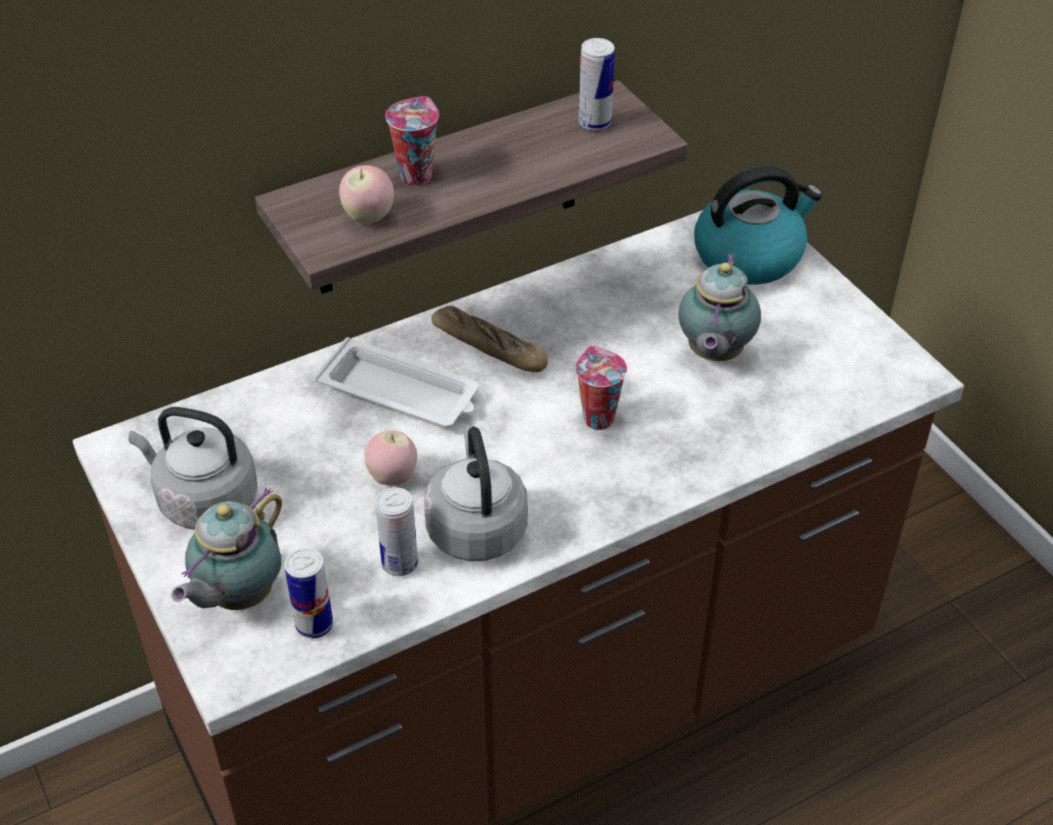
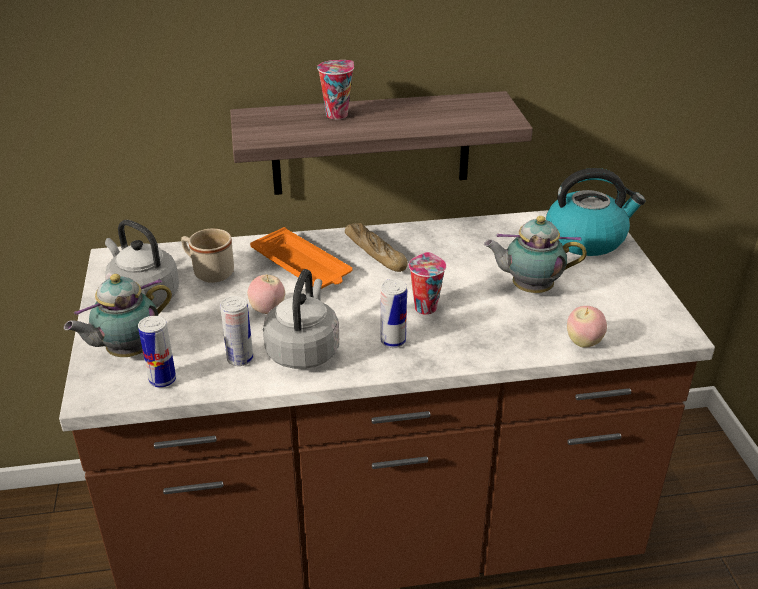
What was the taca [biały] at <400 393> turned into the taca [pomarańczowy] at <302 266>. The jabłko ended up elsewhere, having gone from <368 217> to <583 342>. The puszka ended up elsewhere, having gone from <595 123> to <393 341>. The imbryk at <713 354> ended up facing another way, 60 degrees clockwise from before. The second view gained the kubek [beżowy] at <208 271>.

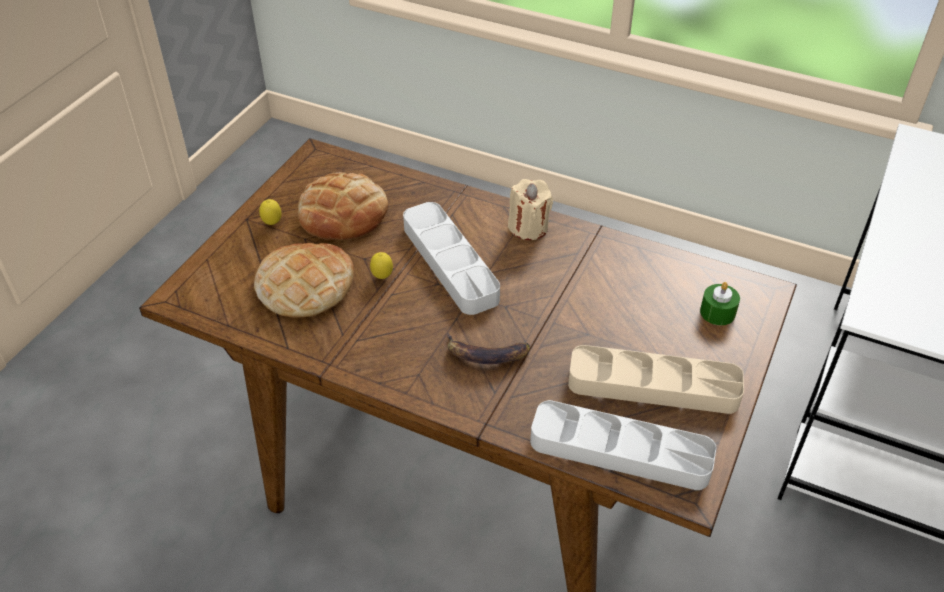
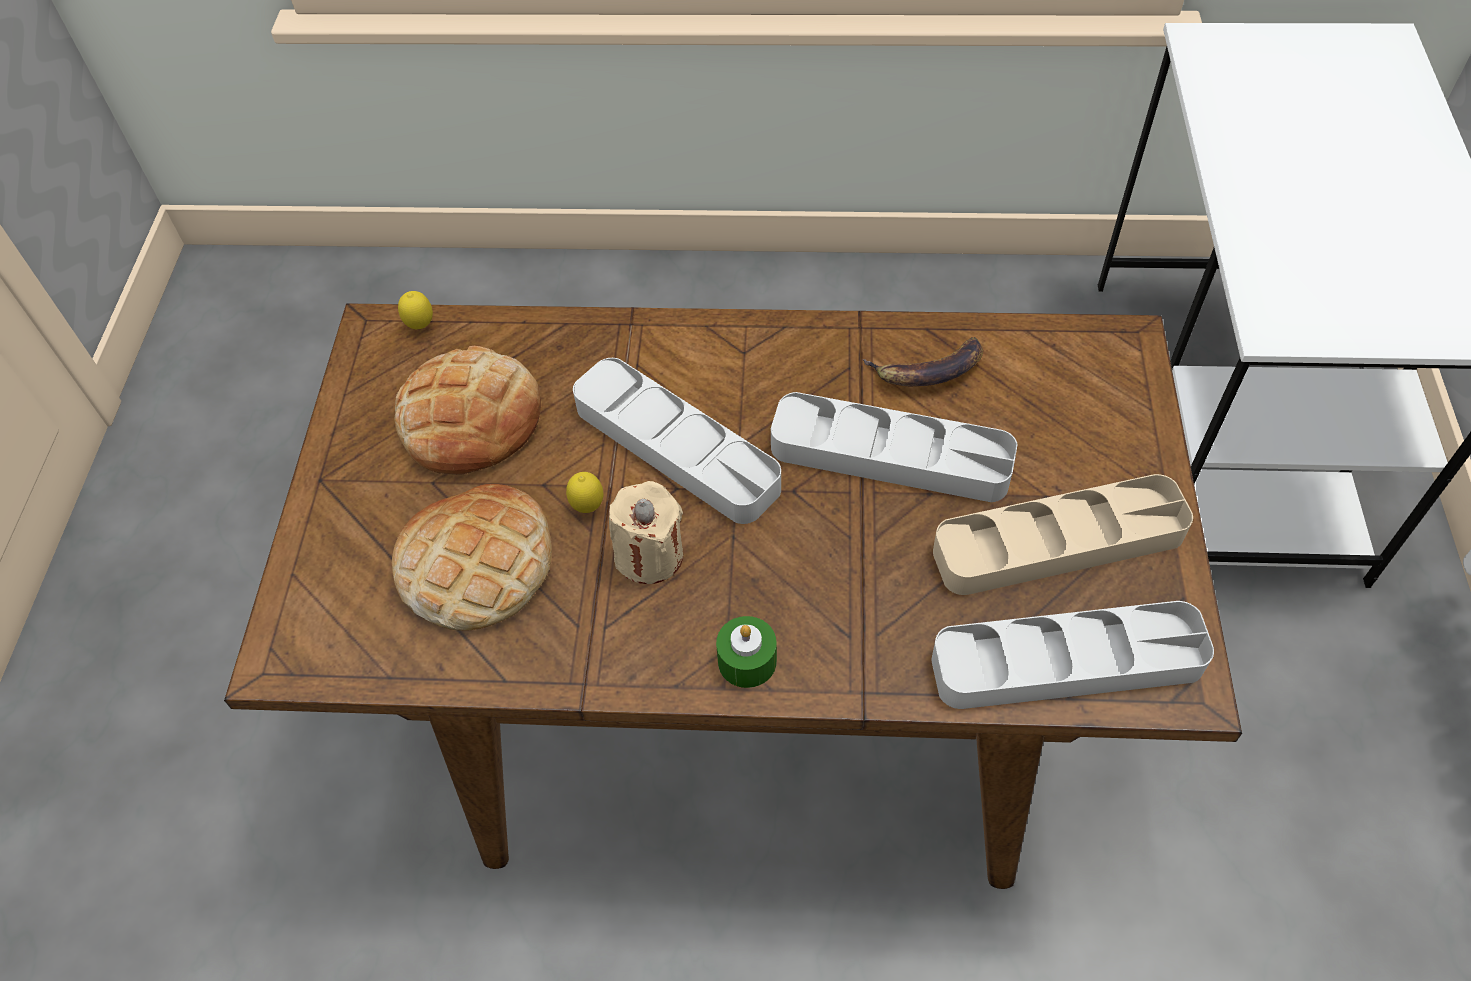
The cytryna ended up elsewhere, having gone from <272 224> to <421 326>. The banan ended up elsewhere, having gone from <485 355> to <928 371>. The świeca [beżowy] ended up elsewhere, having gone from <528 227> to <649 555>. The świeca [zielony] ended up elsewhere, having gone from <717 312> to <747 661>. The second view gained the taca [szary] at <890 455>.

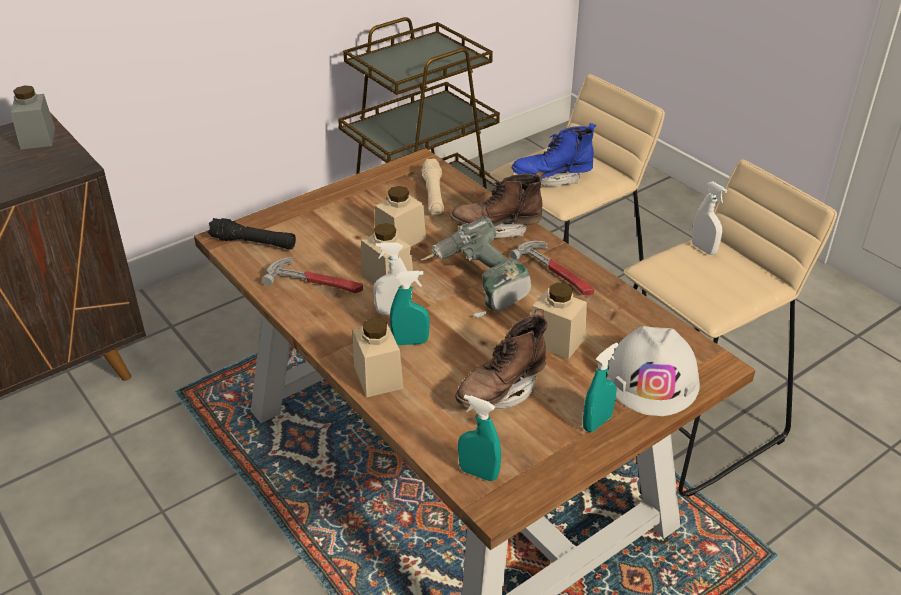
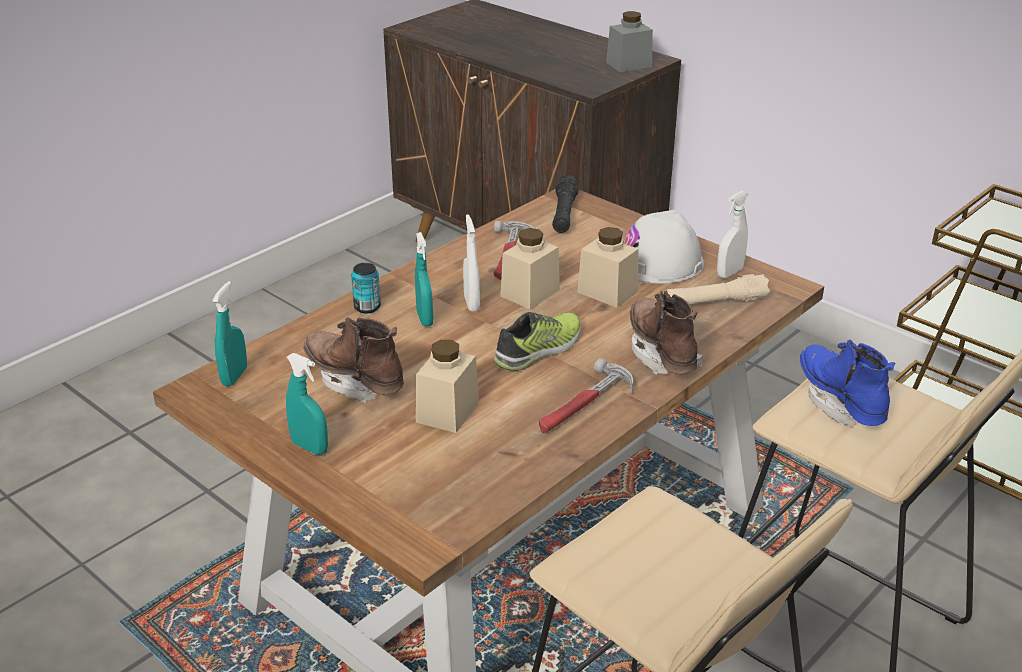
Where the słoik [beżowy] stood at <378 377>, the puszka came to stand at <367 307>. Where the wiertarka stood at <477 284>, the but came to stand at <540 350>. The kask [biały] ended up elsewhere, having gone from <652 380> to <656 262>. The spryskiwacz [biały] ended up elsewhere, having gone from <703 249> to <729 273>.

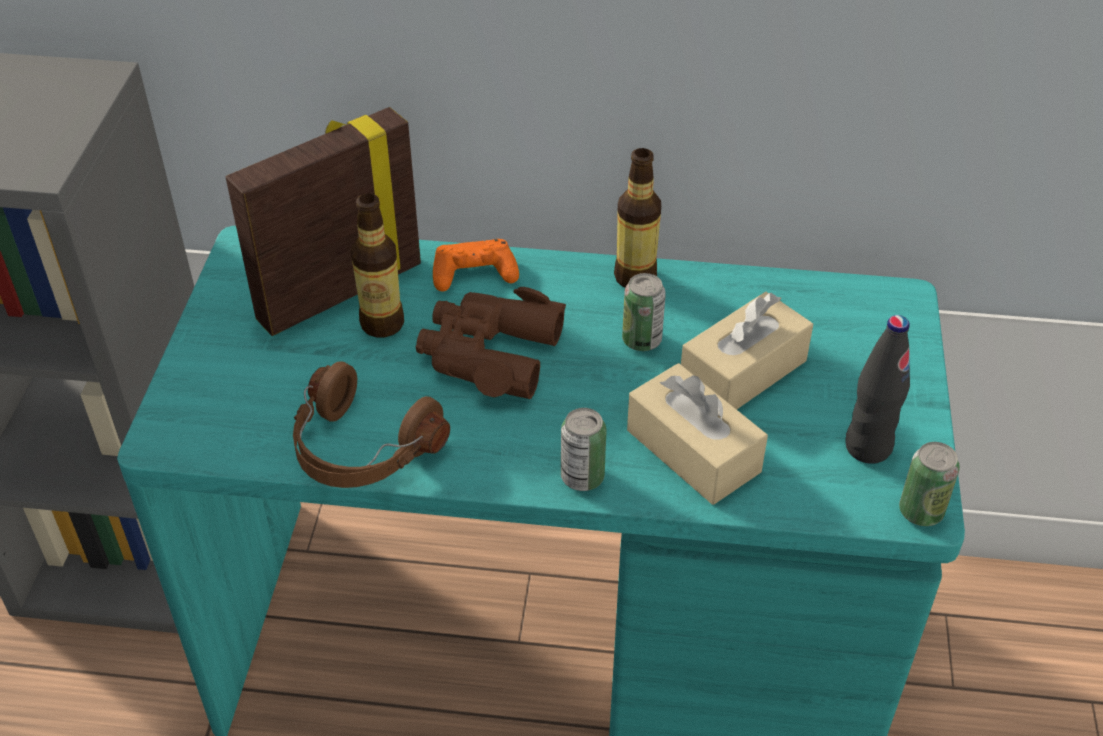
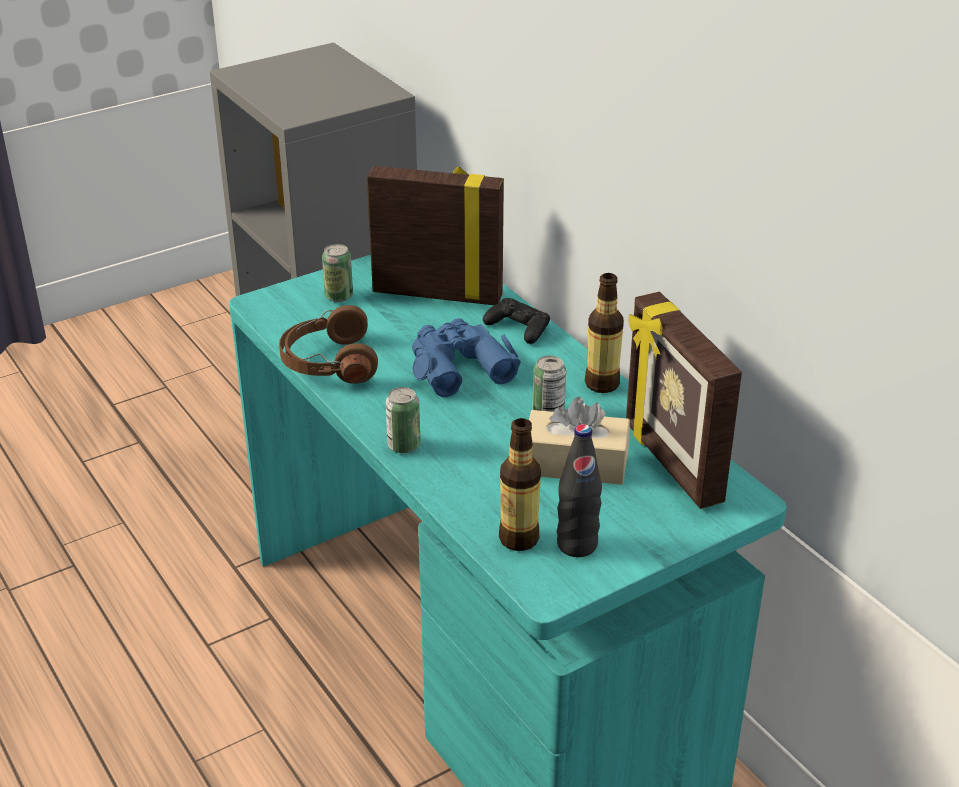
The butelka ended up elsewhere, having gone from <382 324> to <519 539>. What was the lornetka [brązowy] at <489 354> turned into the lornetka [niebieski] at <458 366>. What was the pad do gier [pomarańczowy] at <474 273> turned into the pad do gier [czarny] at <518 327>. The second view lost the pudełko chusteczek [beżowy] at <693 451>. The puszka ended up elsewhere, having gone from <920 511> to <339 296>. The second view gained the ramka na zdjęcie at <670 463>.

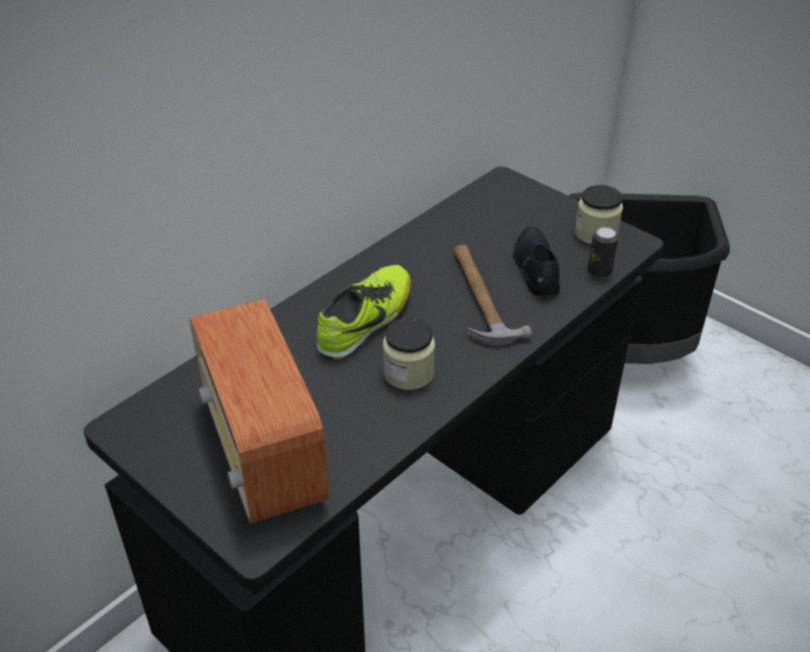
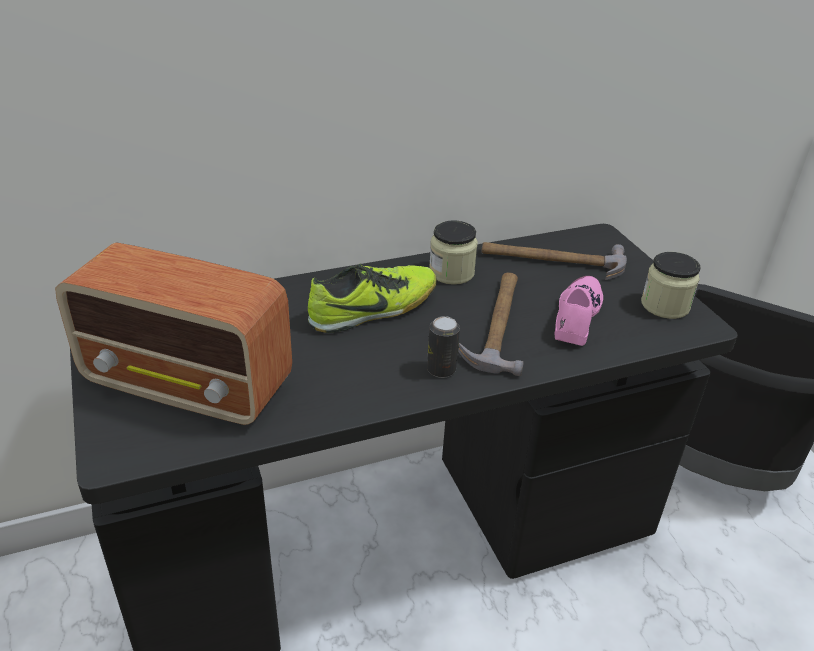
The radio at <263 453> ended up facing another way, 75 degrees counterclockwise from before. The słoik ended up elsewhere, having gone from <408 373> to <451 272>. What was the but [czarny] at <536 268> turned into the but [różowy] at <576 317>. The puszka ended up elsewhere, having gone from <599 271> to <441 369>. The second view gained the młotek at <552 261>.

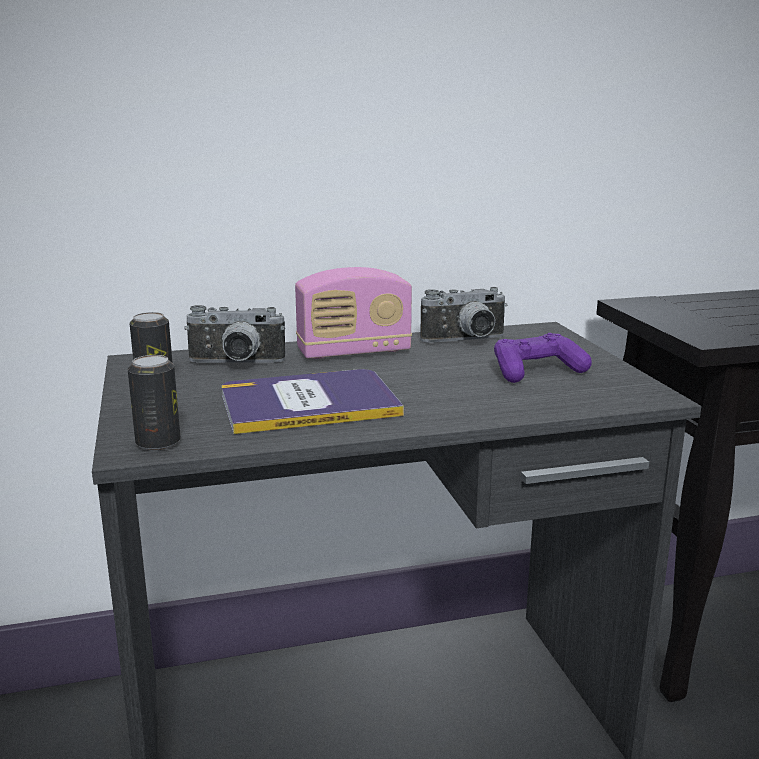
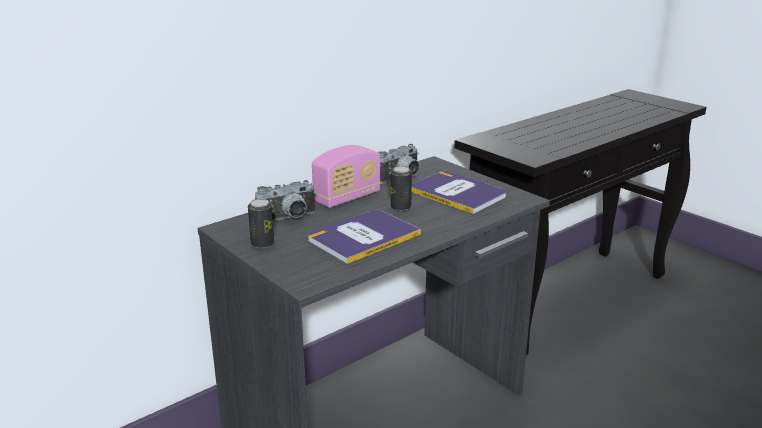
The puszka ended up elsewhere, having gone from <158 443> to <400 207>. Where the pad do gier [fioletowy] stood at <537 371>, the książka came to stand at <457 193>.

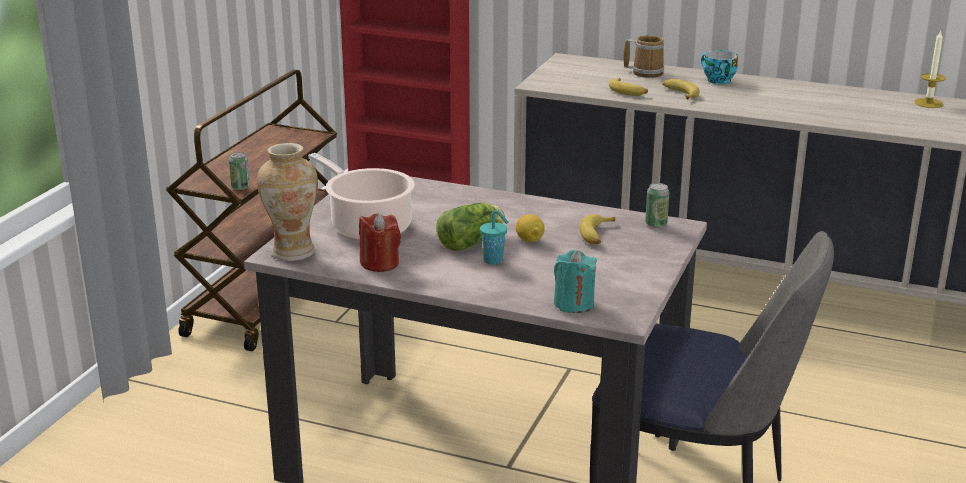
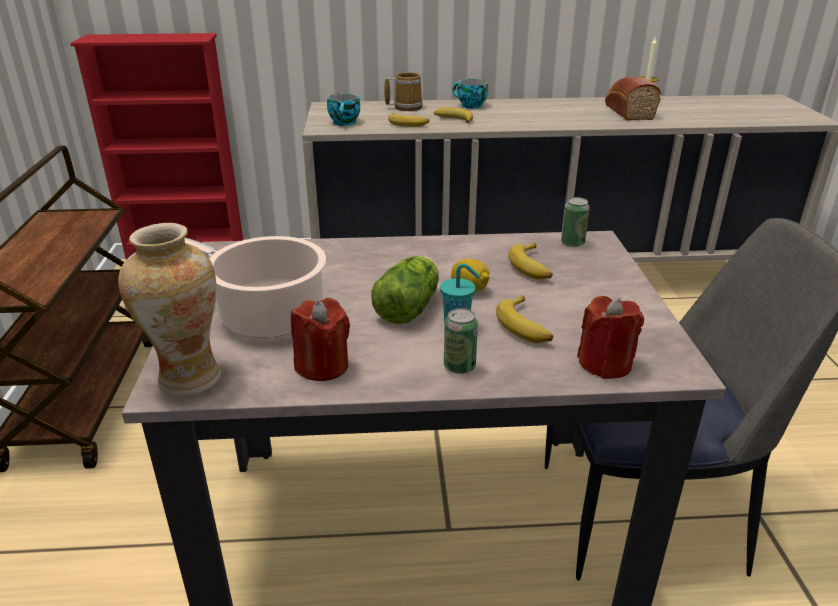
The puszka ended up elsewhere, having gone from <240 187> to <459 366>. What was the świeca [turkusowy] at <574 304> turned into the świeca [czerwony] at <605 364>. The second view gained the filiżanka at <345 123>. The second view gained the banan at <525 327>. The second view gained the chleb at <627 112>.

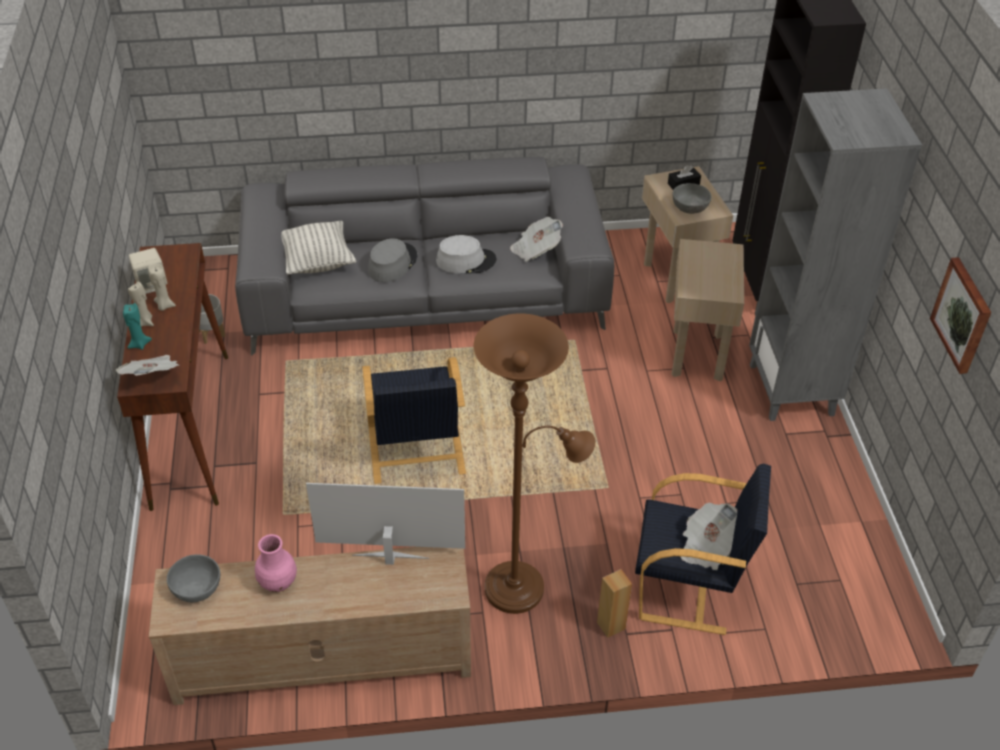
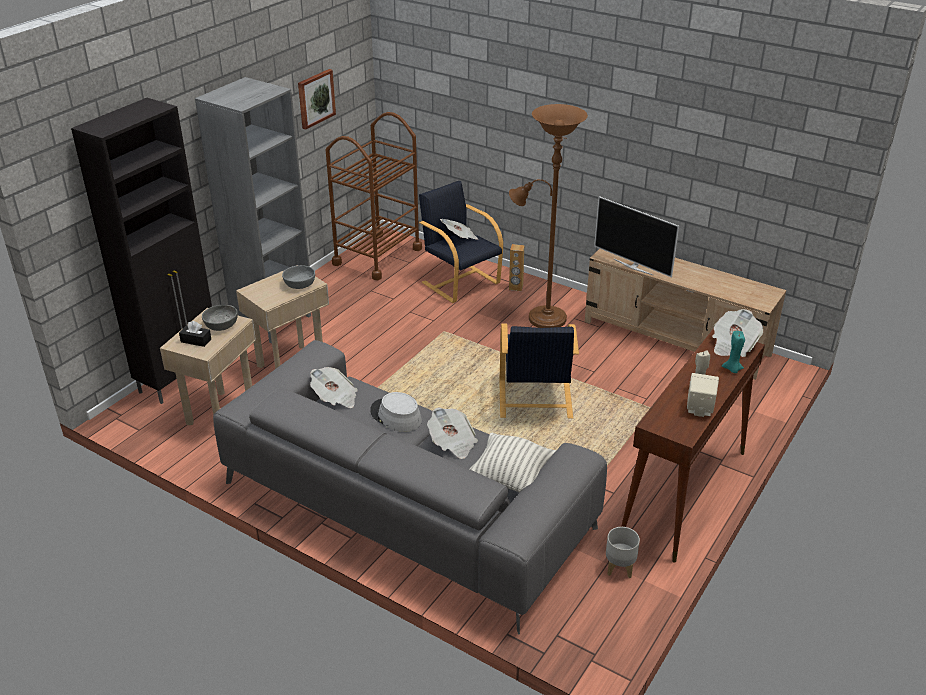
The second view lost the świeca [beżowy] at <145 322>. The miska [szary] ended up elsewhere, having gone from <197 587> to <299 284>. The second view lost the wazon [różowy] at <277 582>. The fotel [czarny] at <415 452> ended up facing another way, 150 degrees clockwise from before. Where the kapelusz [szary] stood at <392 263>, the gazeta came to stand at <452 443>. The second view gained the wózek [brązowy] at <377 256>.

